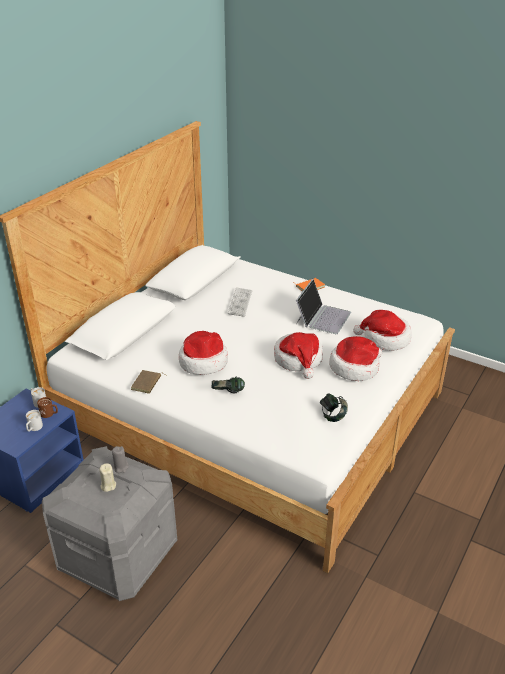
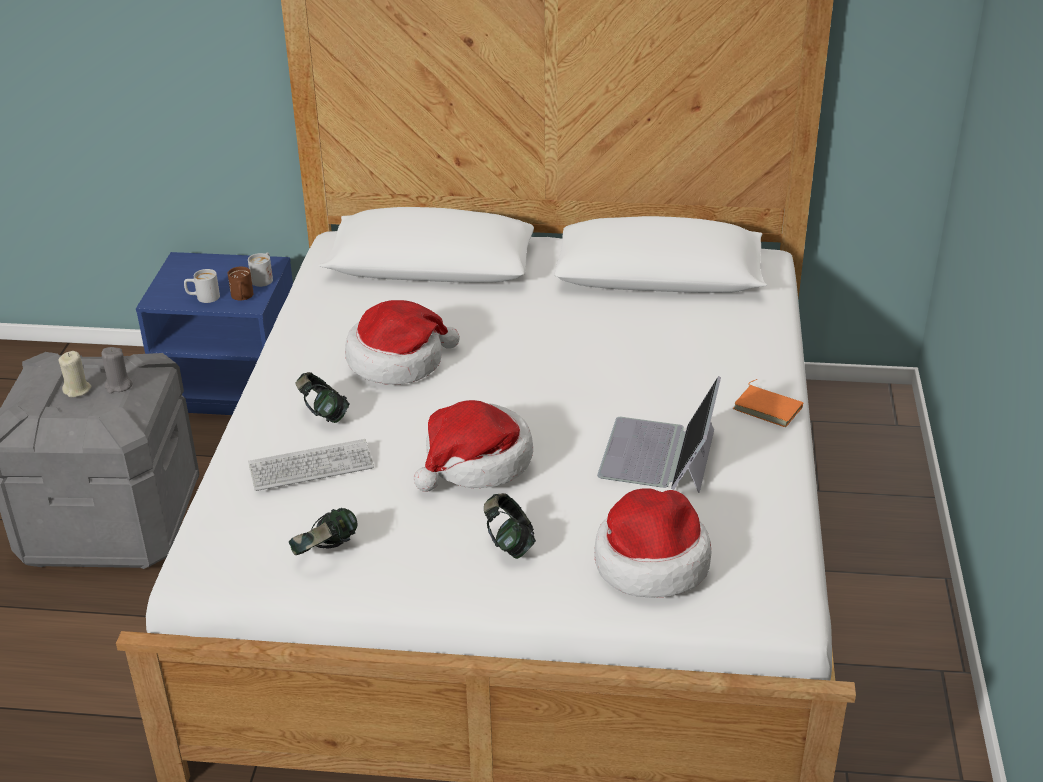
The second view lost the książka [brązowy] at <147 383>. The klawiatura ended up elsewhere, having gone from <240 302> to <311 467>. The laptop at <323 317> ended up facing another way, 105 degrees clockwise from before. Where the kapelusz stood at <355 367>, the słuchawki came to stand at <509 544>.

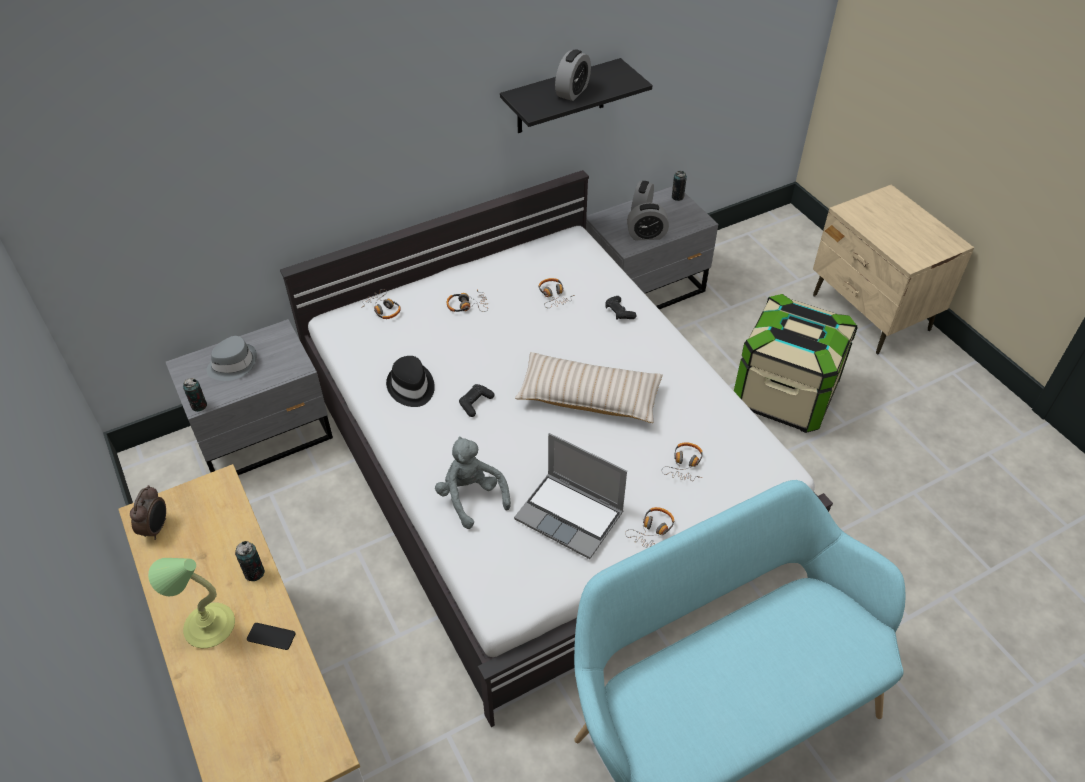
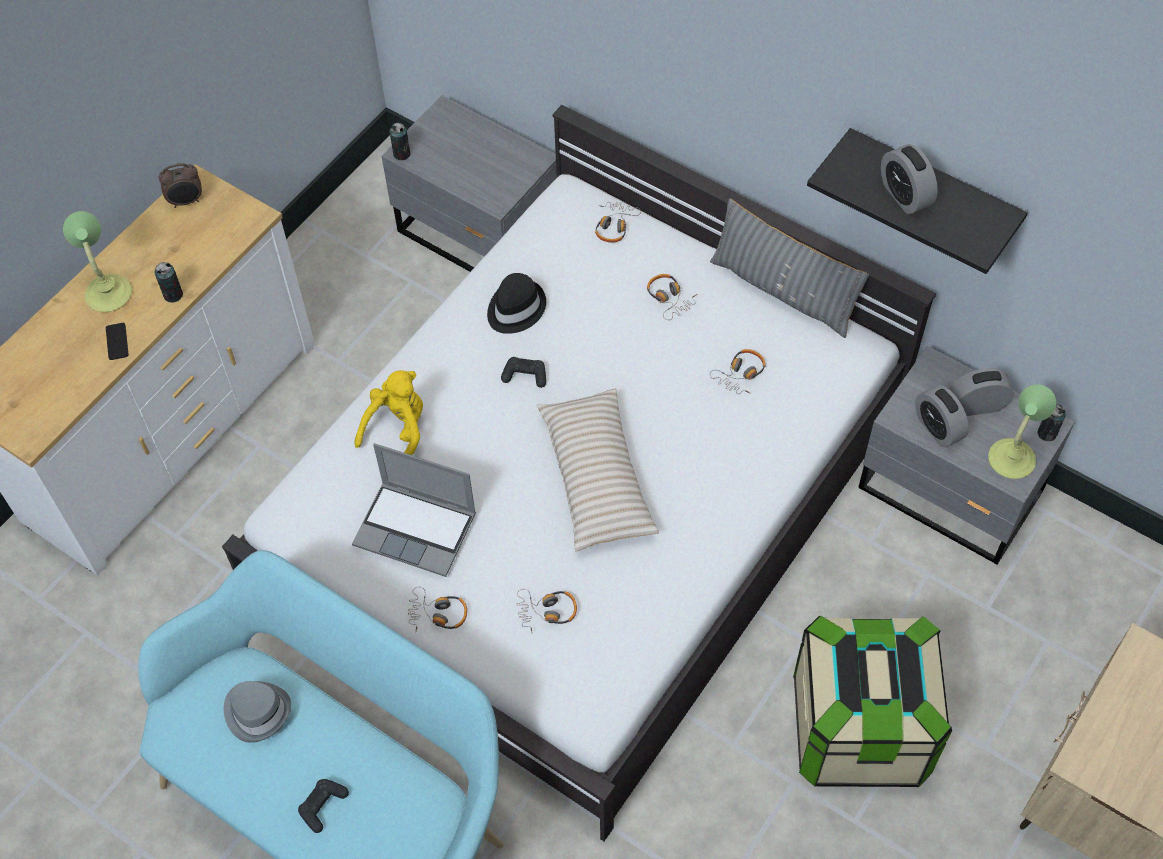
The kapelusz [szary] ended up elsewhere, having gone from <233 364> to <257 711>. What was the pluszak [szary] at <471 497> turned into the pluszak [żółty] at <398 431>. The laptop at <571 516> ended up facing another way, 75 degrees counterclockwise from before. The budzik at <572 92> ended up facing another way, 60 degrees clockwise from before. The pad do gier [czarny] ended up elsewhere, having gone from <619 312> to <323 806>. The second view gained the poduszka [szary] at <783 291>. The second view gained the lampa stołowa at <1012 458>.

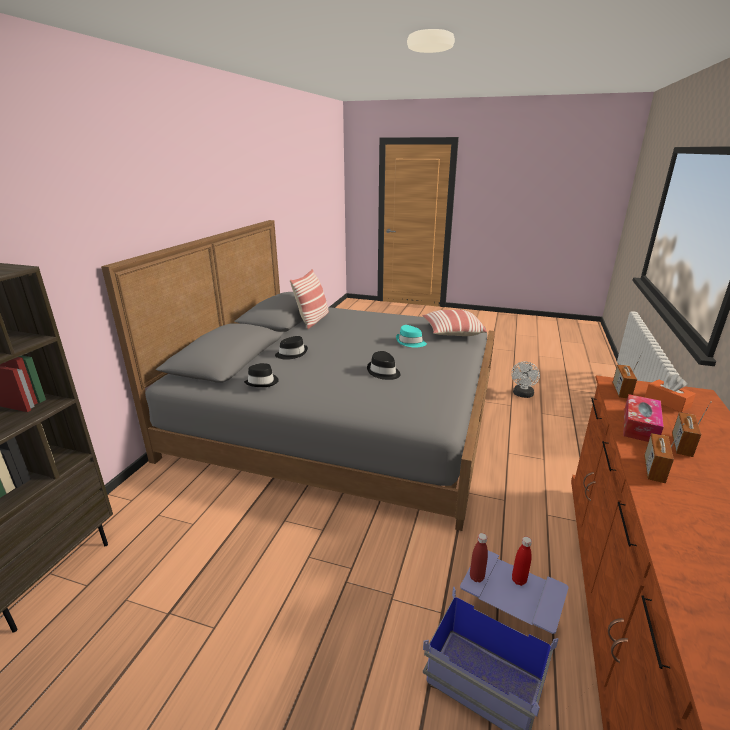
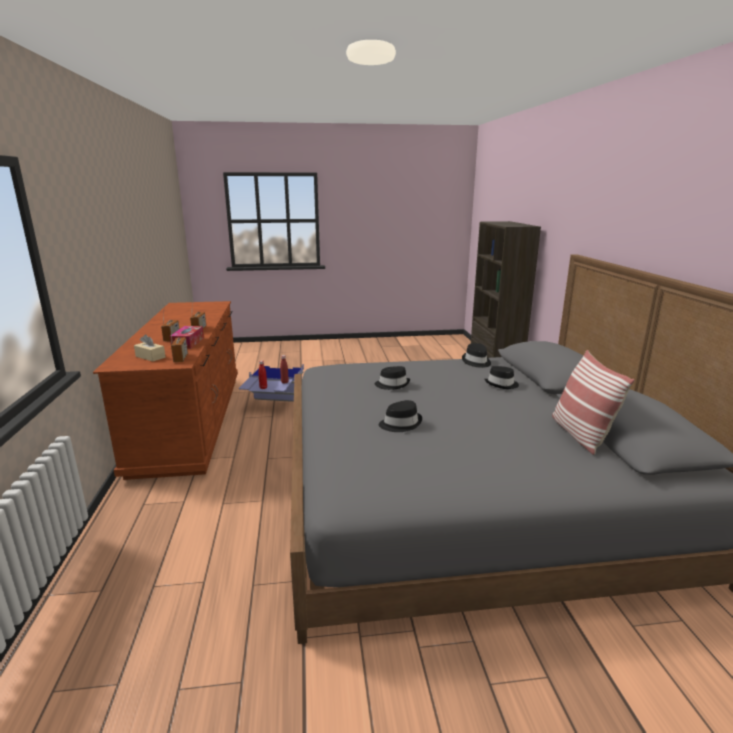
What was the kapelusz [turkusowy] at <410 342> turned into the kapelusz [czarny] at <400 424>. The second view lost the poduszka at <452 333>. The second view lost the wentylator [biały] at <522 395>. What was the pudełko chusteczek [pomarańczowy] at <667 402> turned into the pudełko chusteczek [beżowy] at <150 357>.

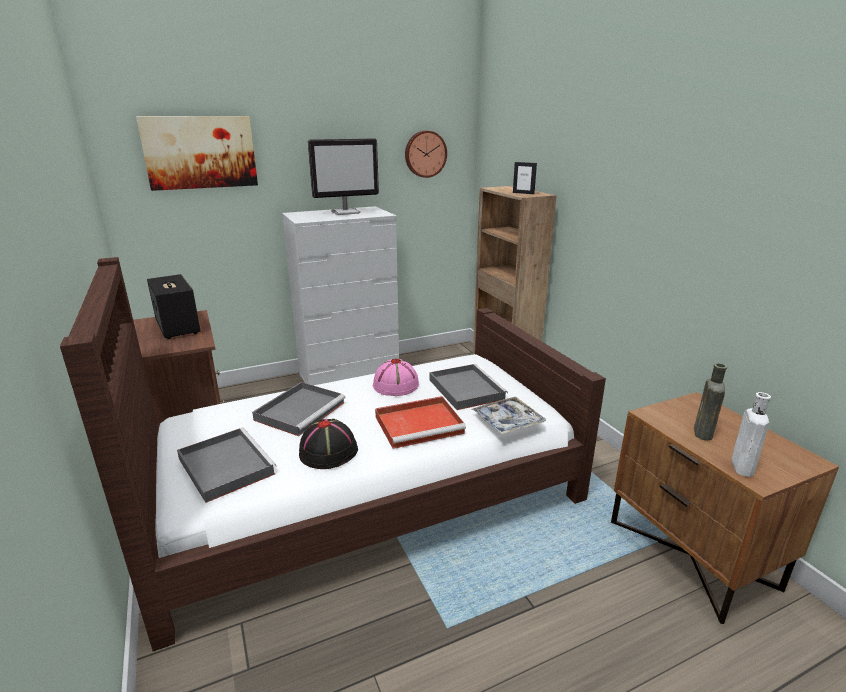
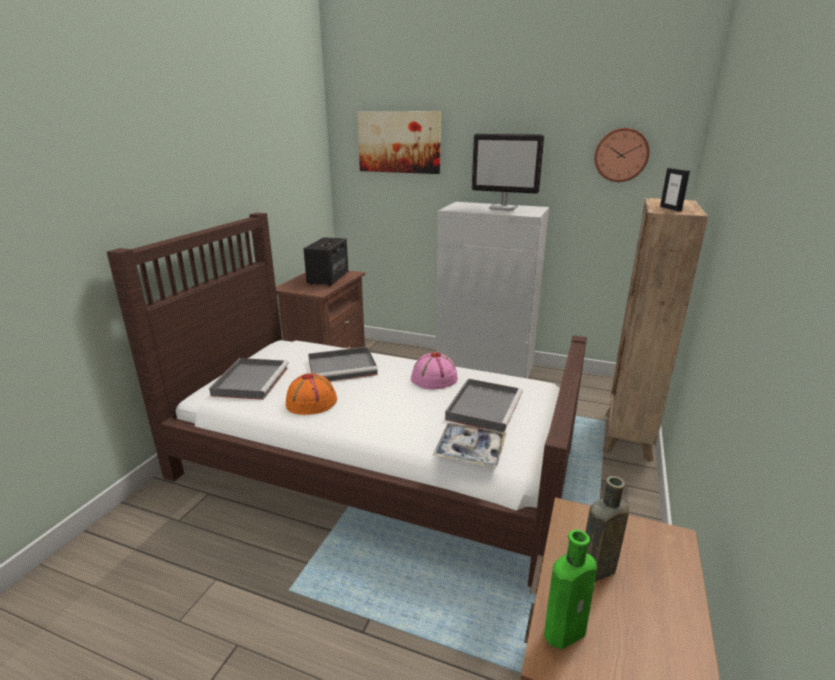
What was the kapelusz [czarny] at <328 451> turned into the kapelusz [pomarańczowy] at <311 402>. The second view lost the taca [czerwony] at <420 424>. What was the butelka [biały] at <741 466> turned into the butelka [zielony] at <566 630>.

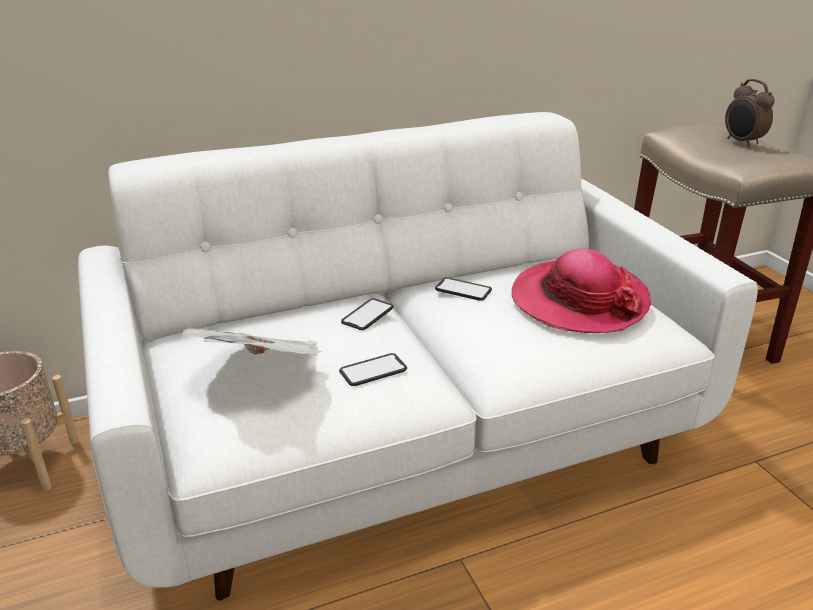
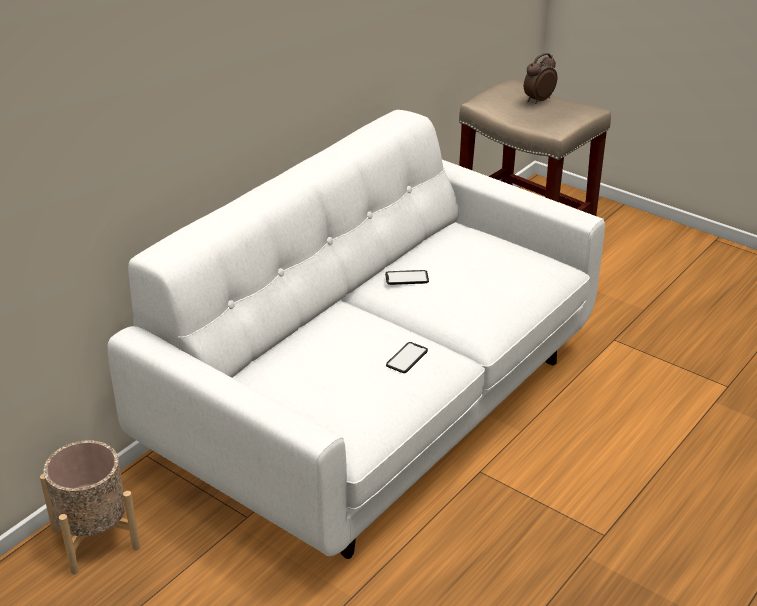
The second view lost the gazeta at <264 371>. The second view lost the telefon at <367 315>. The second view lost the kapelusz at <578 301>. The budzik at <742 142> ended up facing another way, 105 degrees clockwise from before.

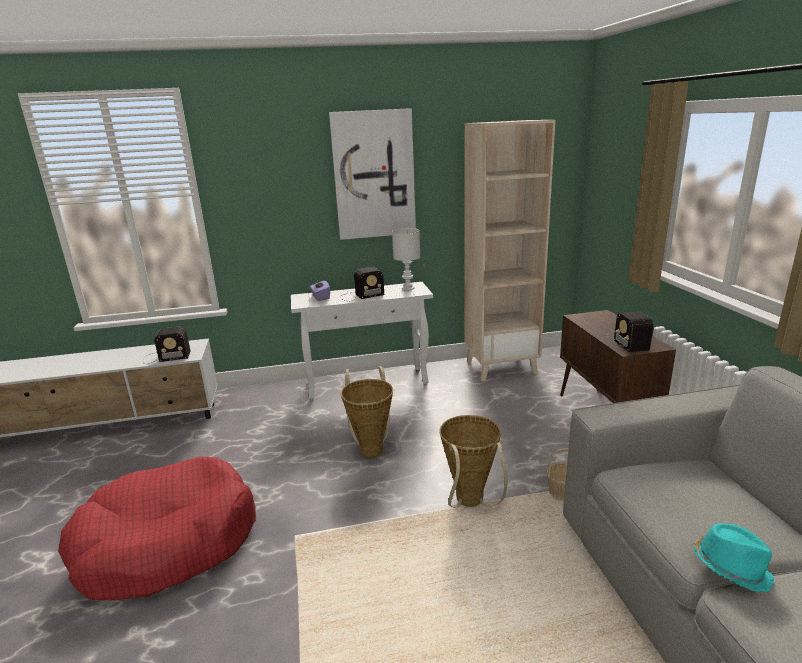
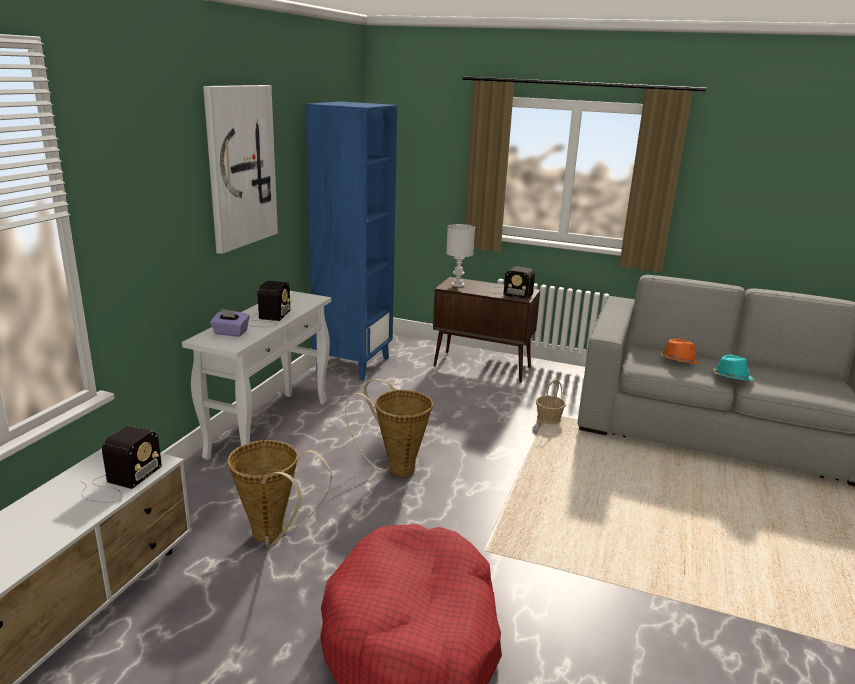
The lampa stołowa [biały] ended up elsewhere, having gone from <407 288> to <457 285>. The koszyk ended up elsewhere, having gone from <470 503> to <273 537>. What was the regał [beżowy] at <501 367> turned into the regał [niebieski] at <353 364>. The second view gained the kapelusz [pomarańczowy] at <678 361>.

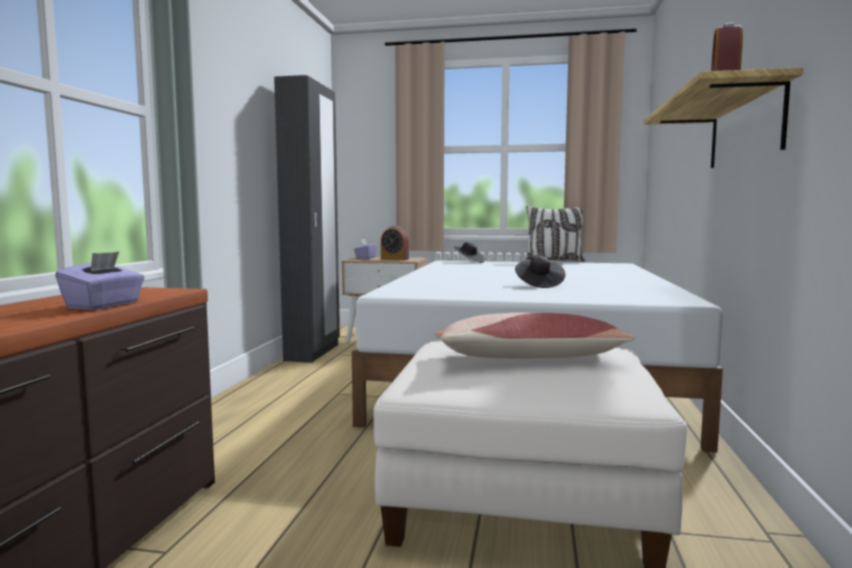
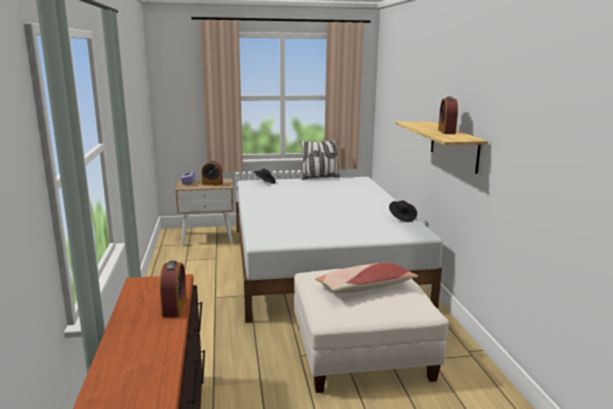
Where the pudełko chusteczek [fioletowy] stood at <104 305>, the budzik came to stand at <174 307>. The second view lost the szafa [czarny] at <313 352>. The kapelusz [czarny] ended up elsewhere, having gone from <538 285> to <402 218>.

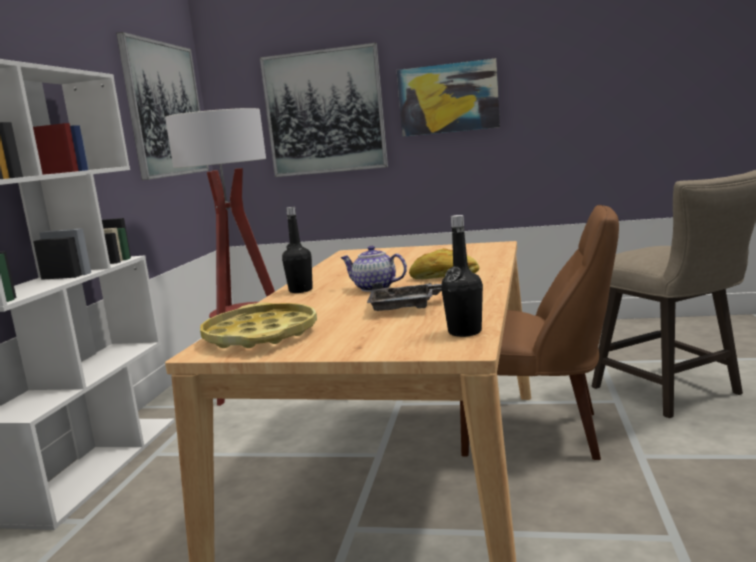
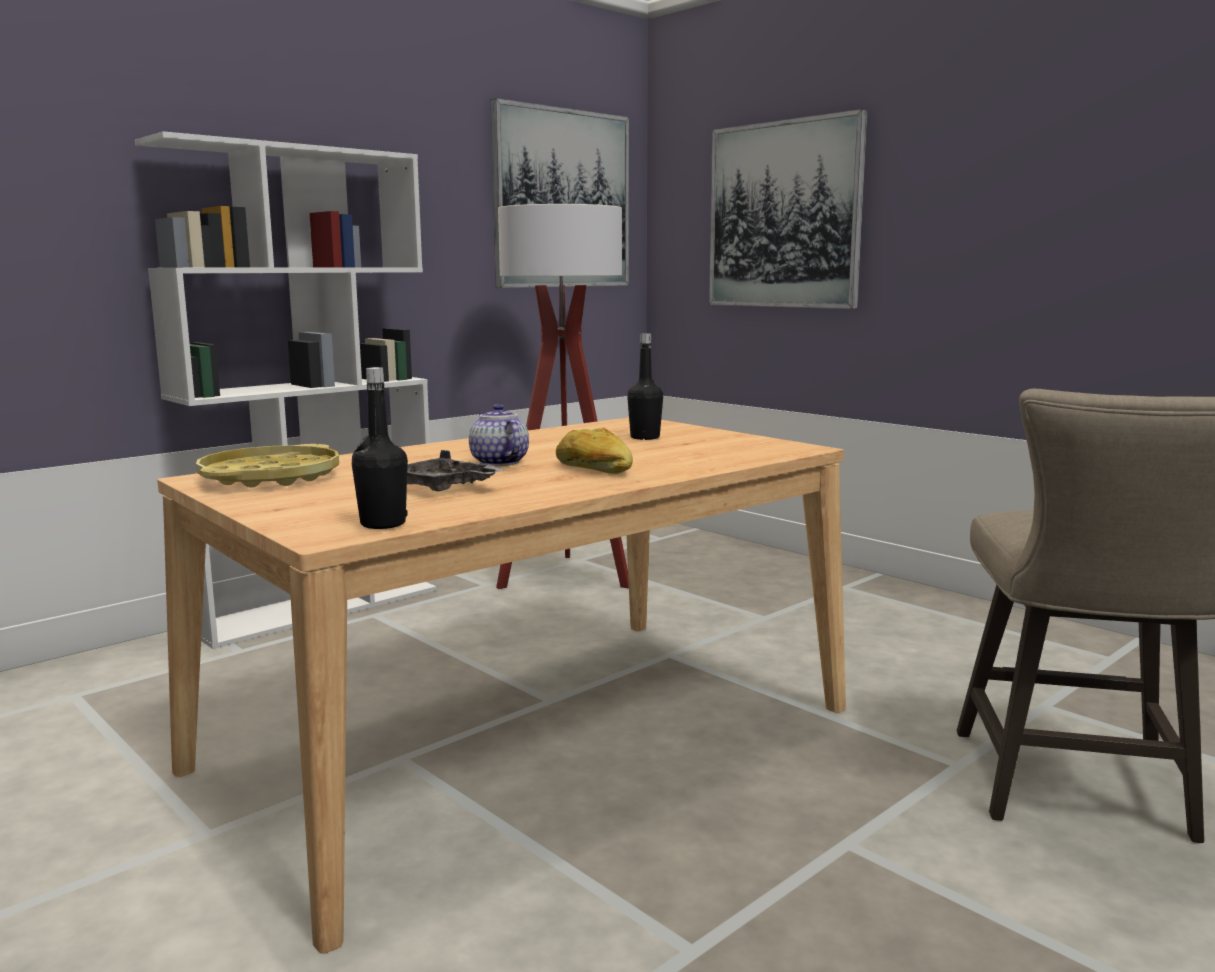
The butelka [czarny] ended up elsewhere, having gone from <300 290> to <645 437>. The second view lost the obraz at <448 98>. The second view lost the krzesło [brązowy] at <539 433>.

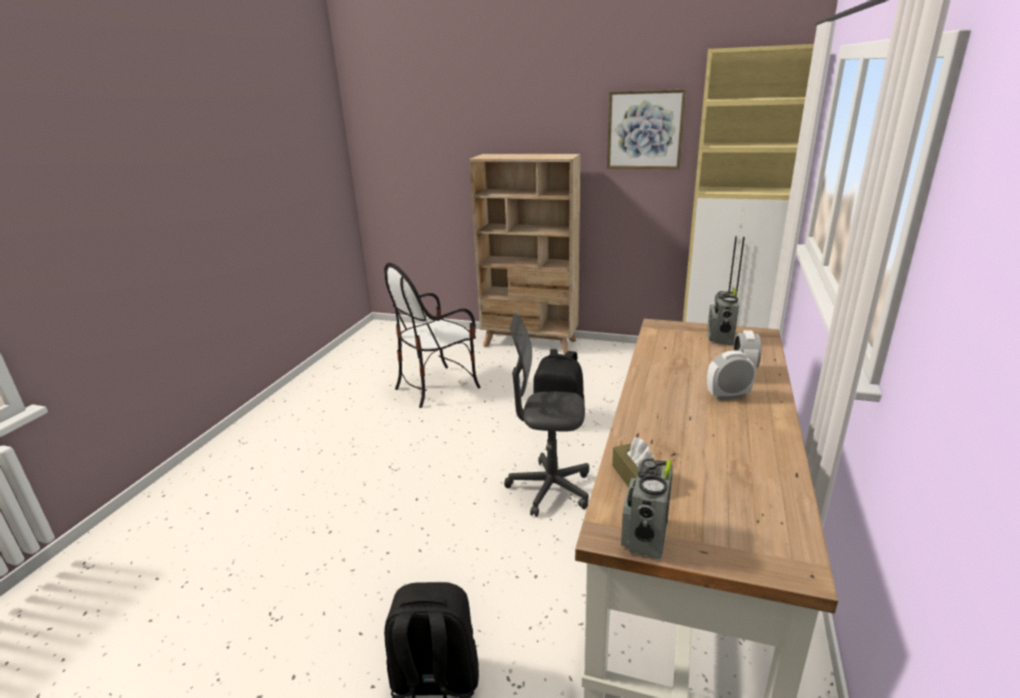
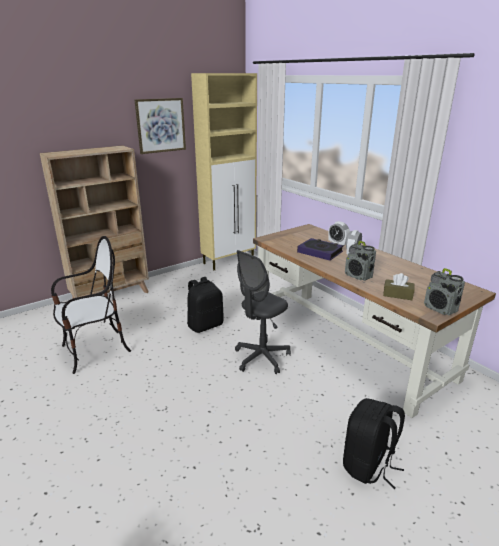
The krzesło at <437 386> ended up facing another way, 120 degrees counterclockwise from before. The radio ended up elsewhere, having gone from <720 338> to <358 276>. The second view gained the książka at <320 252>.

